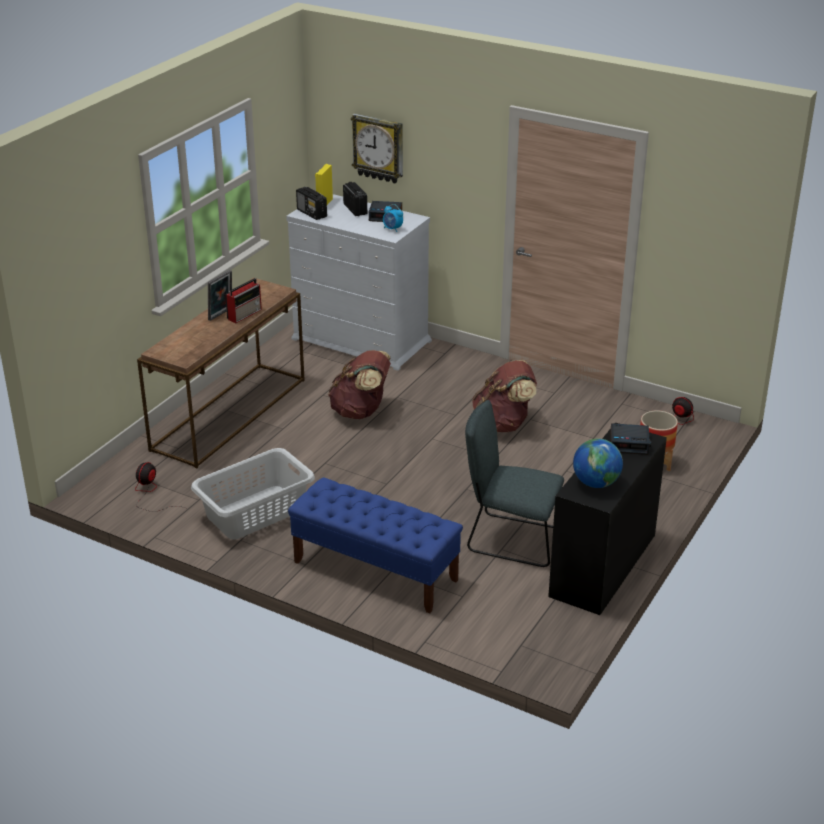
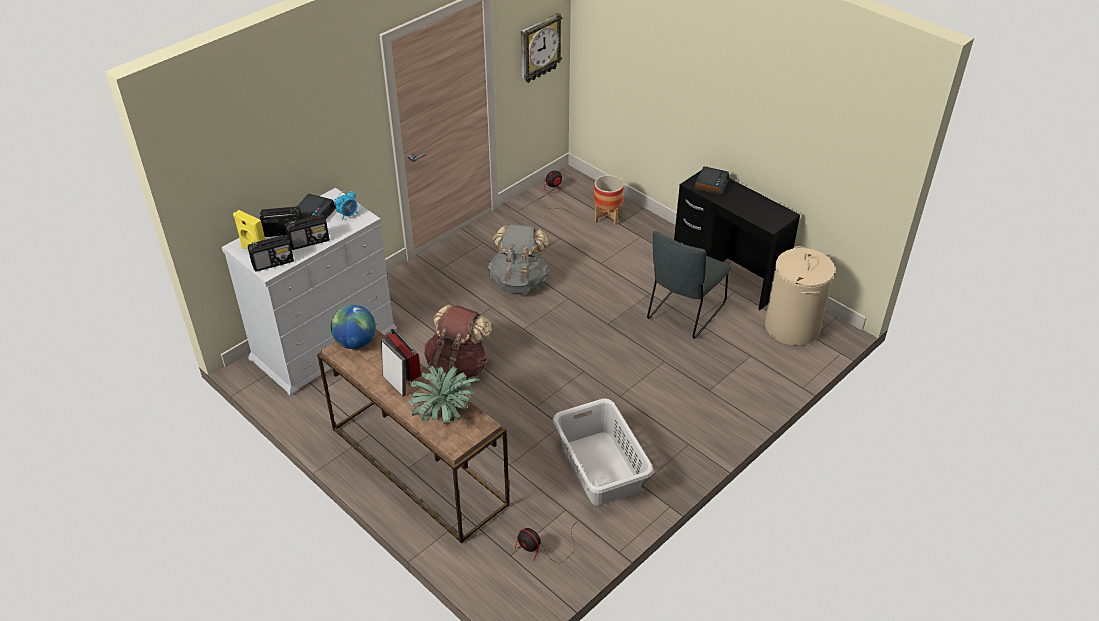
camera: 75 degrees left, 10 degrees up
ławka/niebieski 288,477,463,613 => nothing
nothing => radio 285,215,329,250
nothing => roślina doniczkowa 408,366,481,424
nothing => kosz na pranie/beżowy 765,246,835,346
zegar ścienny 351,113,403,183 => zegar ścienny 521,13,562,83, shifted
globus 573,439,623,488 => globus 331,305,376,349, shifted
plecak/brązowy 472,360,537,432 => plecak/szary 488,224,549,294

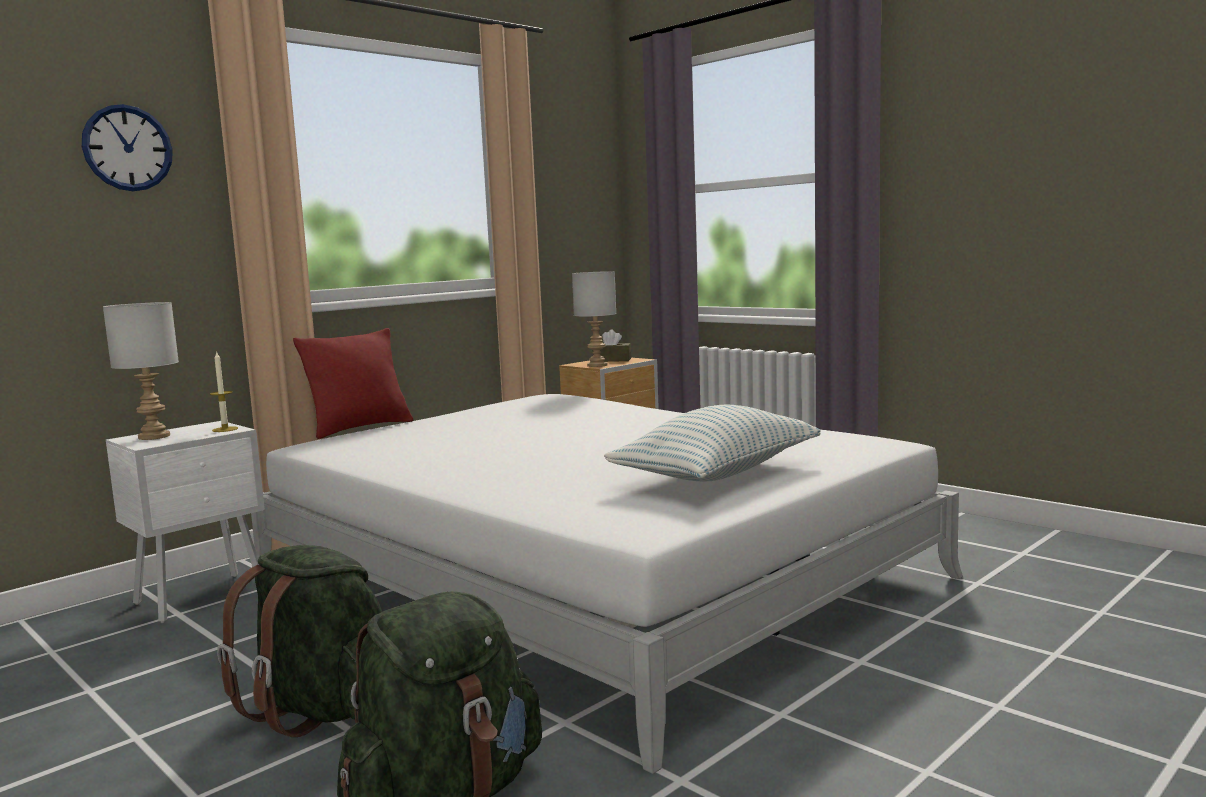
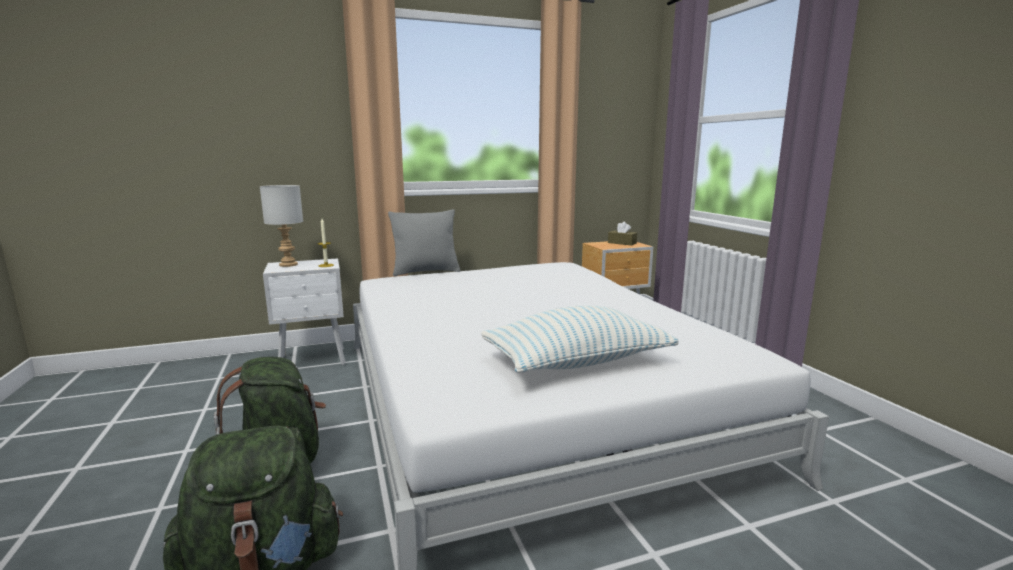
camera: 25 degrees right, 5 degrees up
zegar ścienny 82,104,173,191 => nothing
lampa stołowa/szary 572,271,616,367 => nothing
poduszka/czerwony 293,328,413,439 => poduszka/szary 388,209,460,276

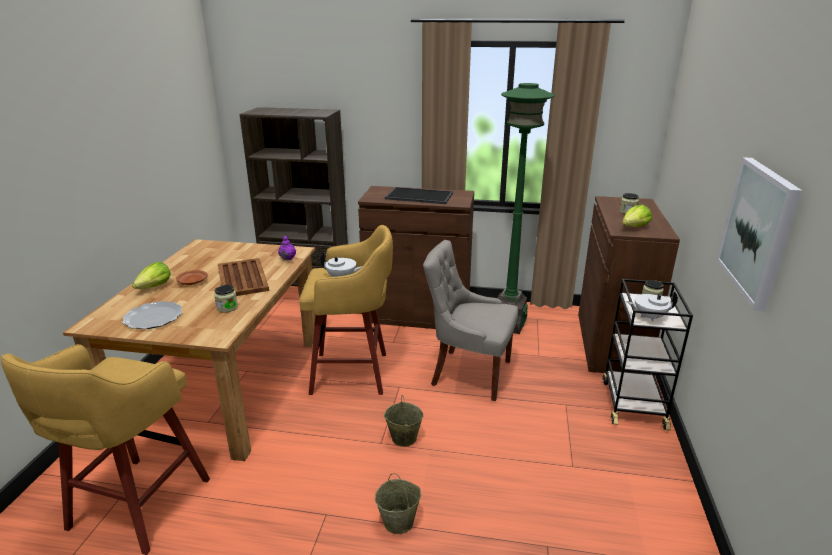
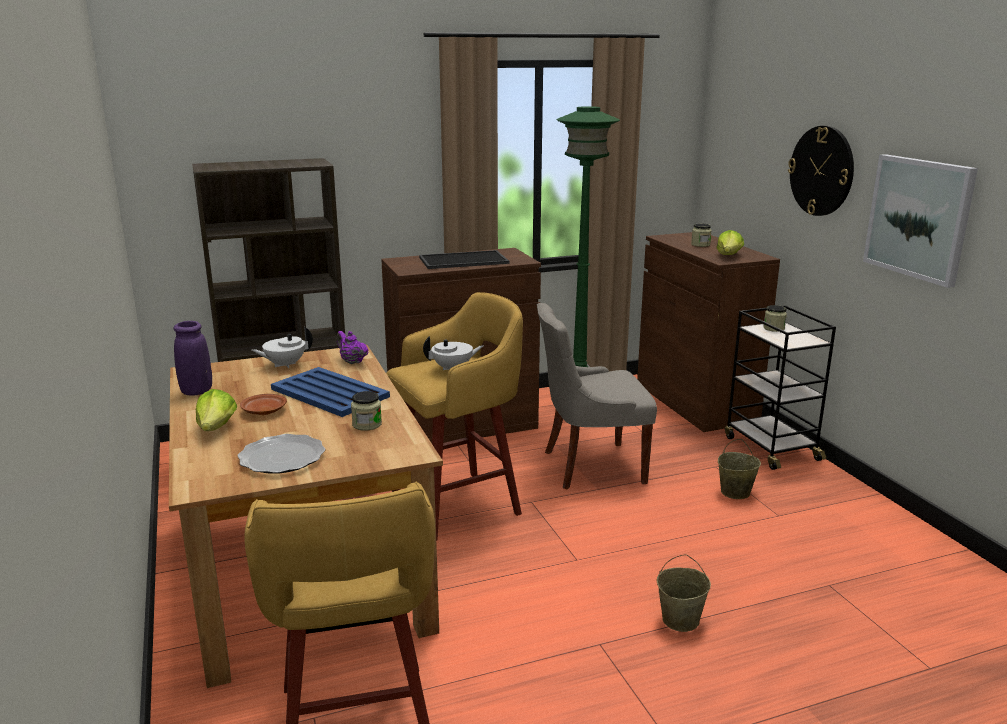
camera: 30 degrees left, 5 degrees down
nothing => wazon/fioletowy 174,321,212,396
nothing => zegar ścienny 788,126,854,216
wiadro/beżowy 384,395,424,447 => wiadro/beżowy 718,439,761,499, shifted
imbryk/biały 626,291,678,321 => imbryk/biały 251,327,313,368, shifted
taca/brązowy 218,258,269,296 => taca/niebieski 271,367,390,417

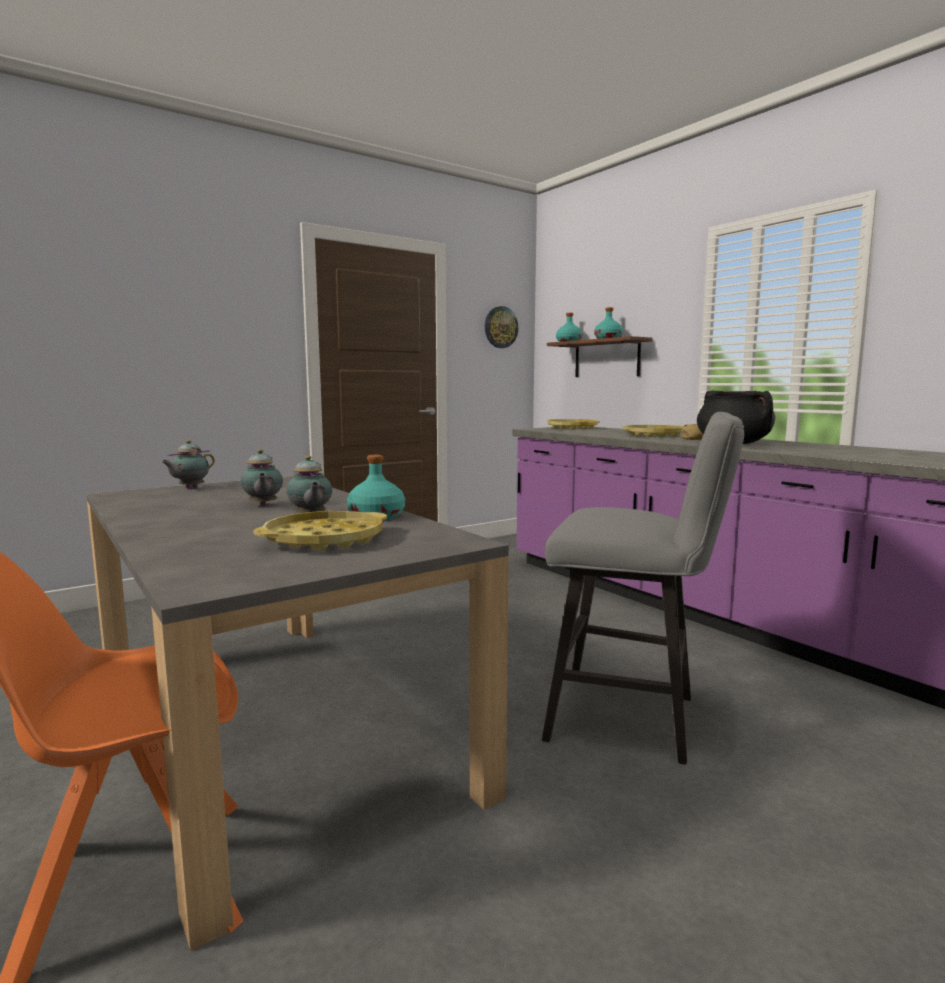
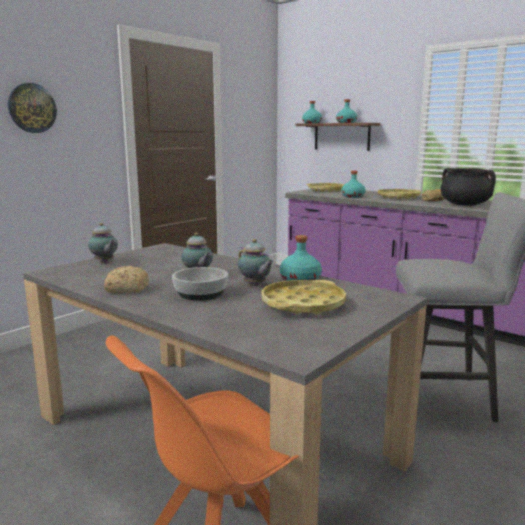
camera: 15 degrees left, 5 degrees up
nothing => chleb 104,266,149,293
nothing => miska 172,267,228,301
nothing => butelka/turkusowy 342,171,366,198
zegar ścienny 485,306,518,348 => zegar ścienny 8,83,57,133, shifted
imbryk 161,440,215,489 => imbryk 88,223,118,262, 60 degrees counterclockwise

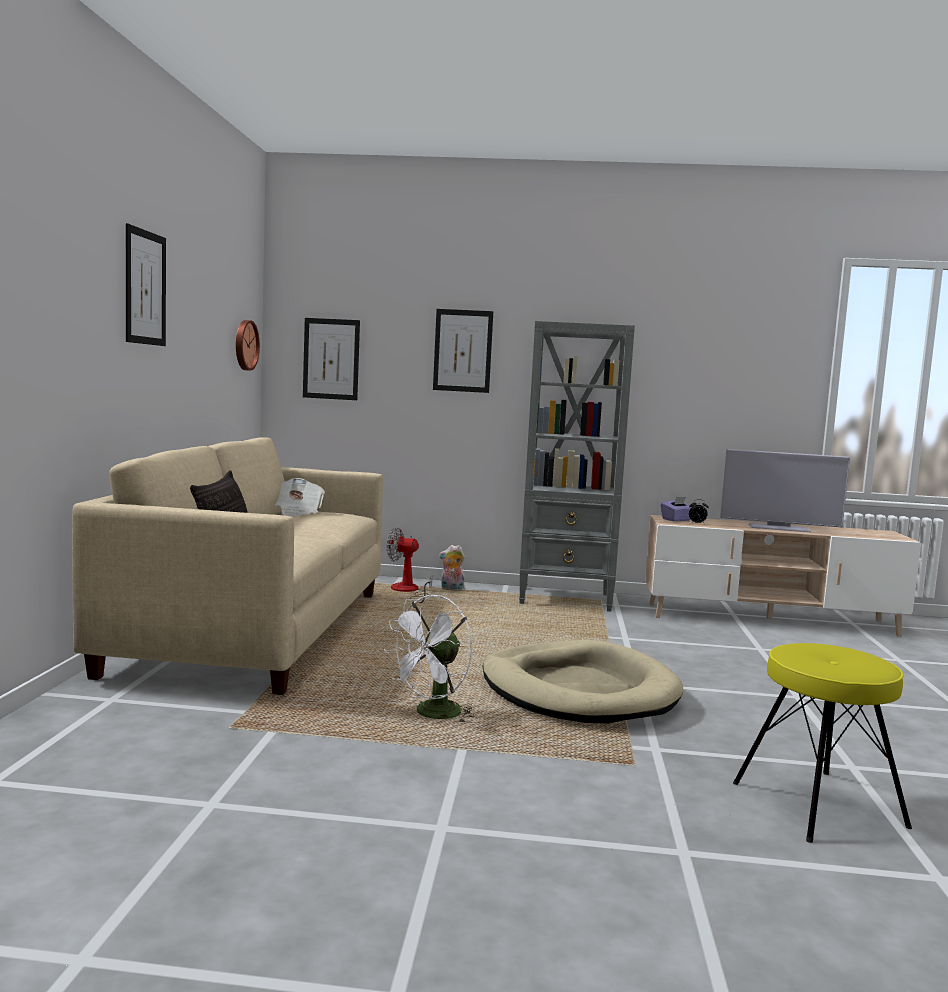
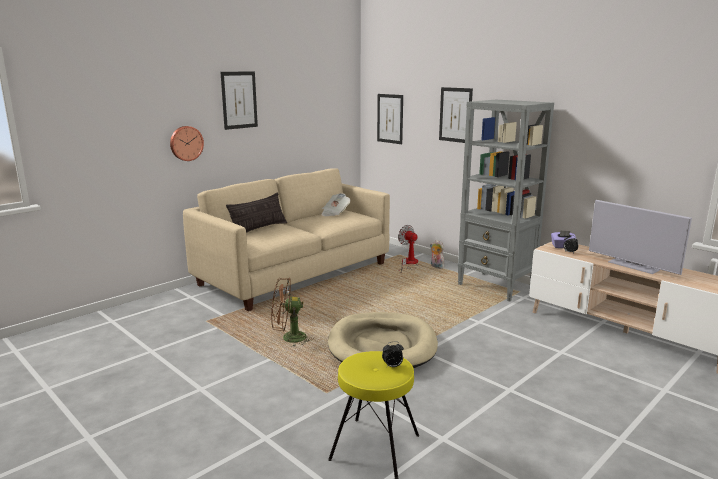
camera: 40 degrees right, 10 degrees up
nothing => budzik 382,341,404,368
zegar ścienny 236,320,260,371 => zegar ścienny 170,126,204,161, shifted
wentylator/biały 384,595,474,723 => wentylator/brązowy 271,278,311,347

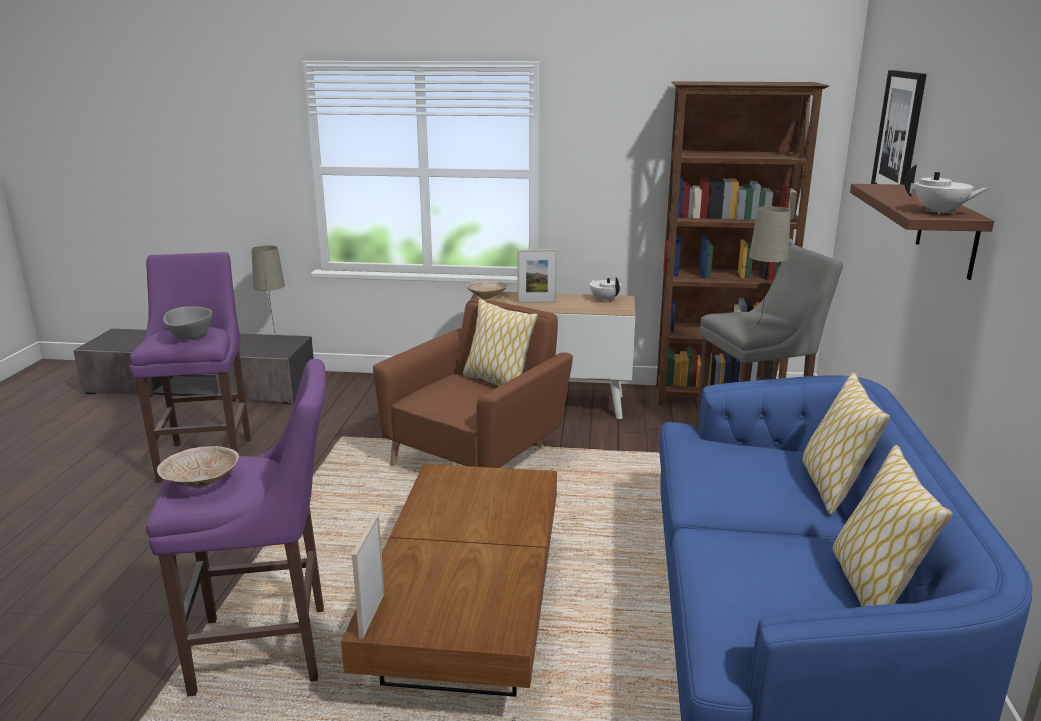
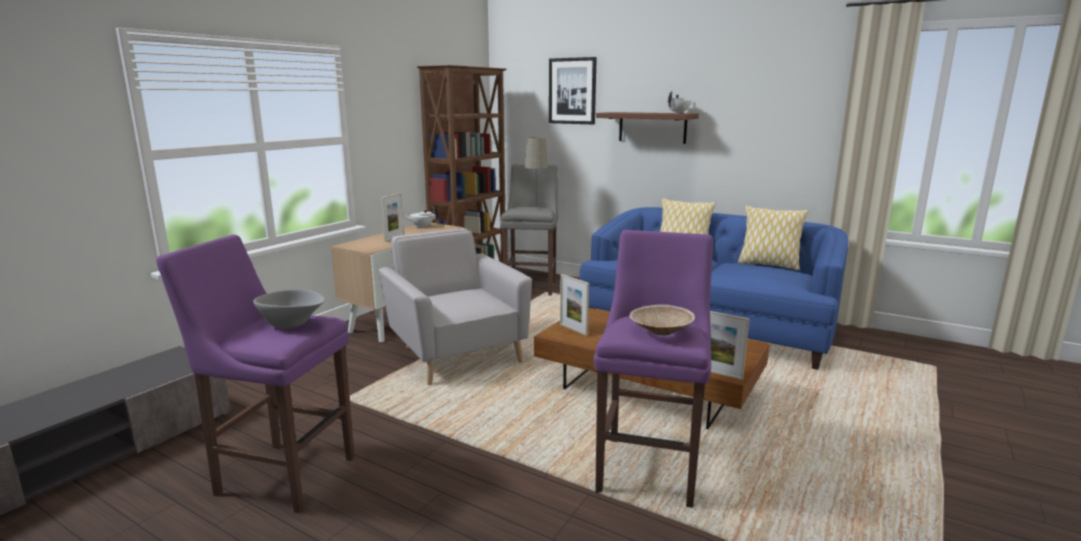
camera: 65 degrees left, 5 degrees down
lampa stołowa/beżowy 251,245,285,336 => nothing
poduszka 463,299,538,386 => nothing
miska/beżowy 465,280,508,299 => nothing
nothing => ramka na zdjęcie 560,274,589,336
fotel/brązowy 373,298,573,468 => fotel/szary 378,228,532,385

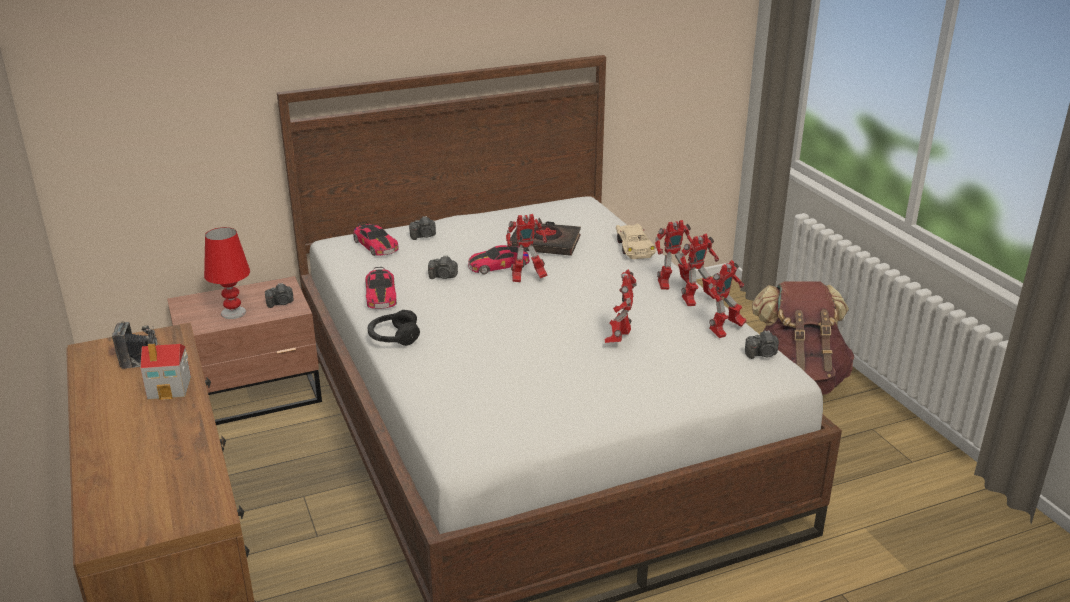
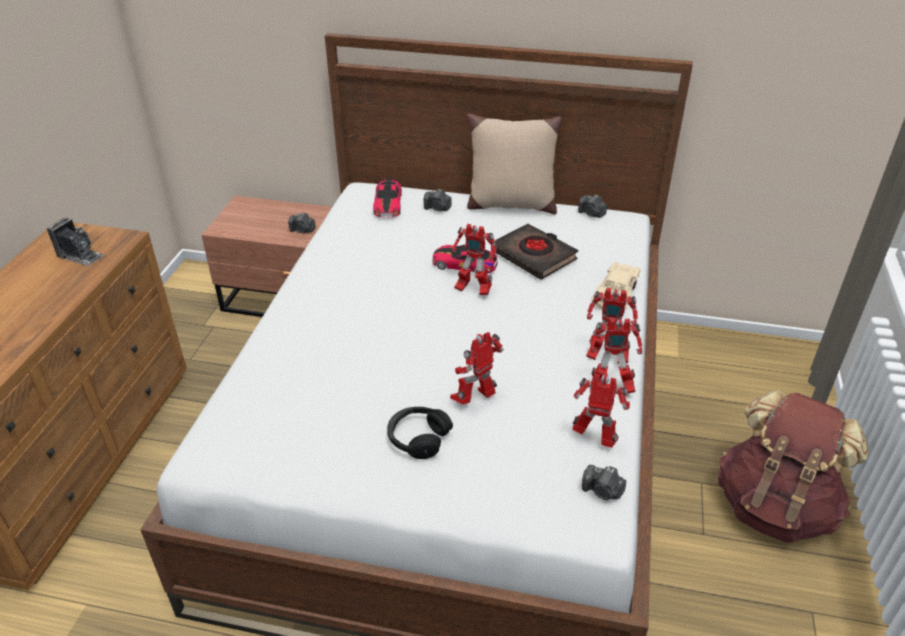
camera: 35 degrees right, 10 degrees up
domek 140,344,191,400 => nothing
lampa stołowa/czerwony 204,227,250,319 => nothing
samochodzik 365,267,397,309 => nothing
nothing => poduszka/beżowy 467,114,562,214
słuchawki/czarny 368,310,420,346 => słuchawki/czarny 387,407,453,459, shifted
aparat fotograficzny 428,255,458,279 => aparat fotograficzny 578,195,607,218, shifted
robot zabawkowy 708,260,747,338 => robot zabawkowy 572,373,630,448, 150 degrees counterclockwise

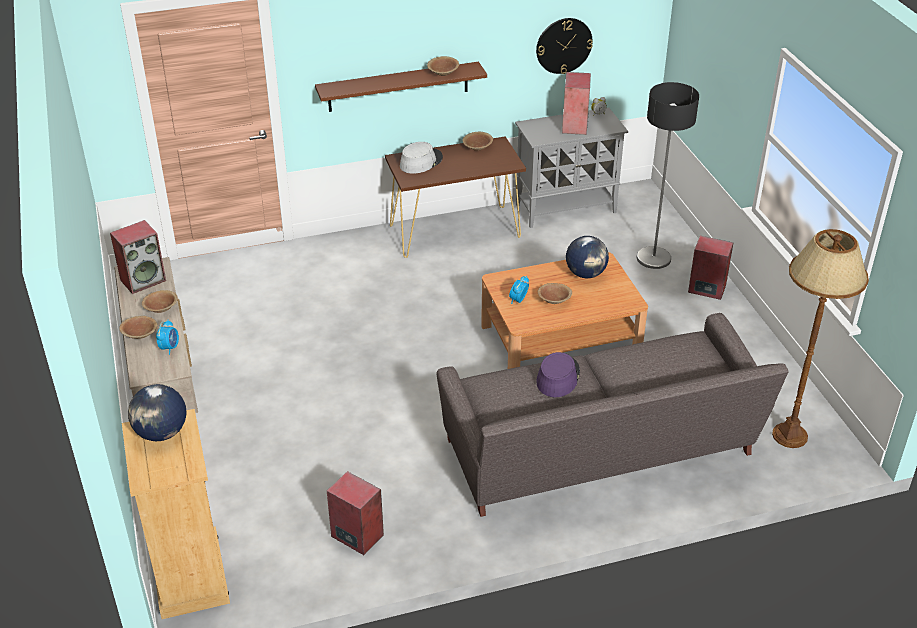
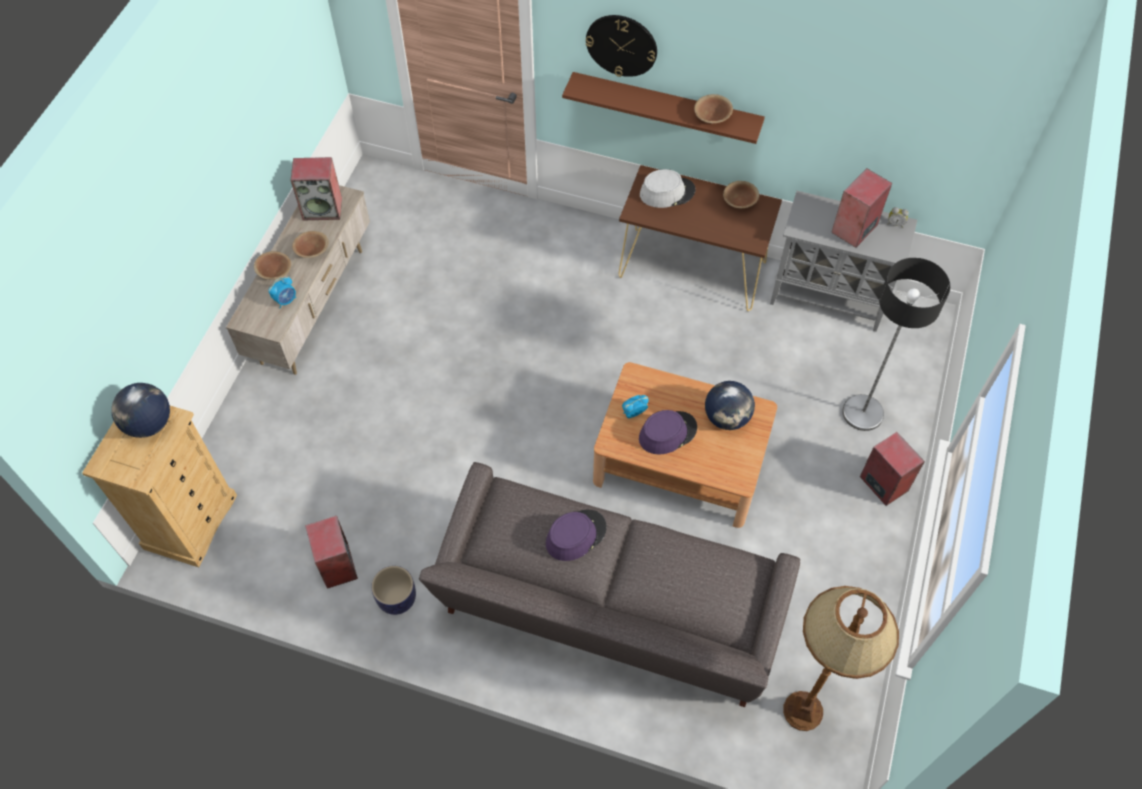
camera: 35 degrees right, 20 degrees up
nothing => donica 371,566,416,615
zegar ścienny 536,18,593,74 => zegar ścienny 586,15,657,77, shifted
miska/brązowy 538,283,572,304 => kapelusz/fioletowy 639,410,697,455

